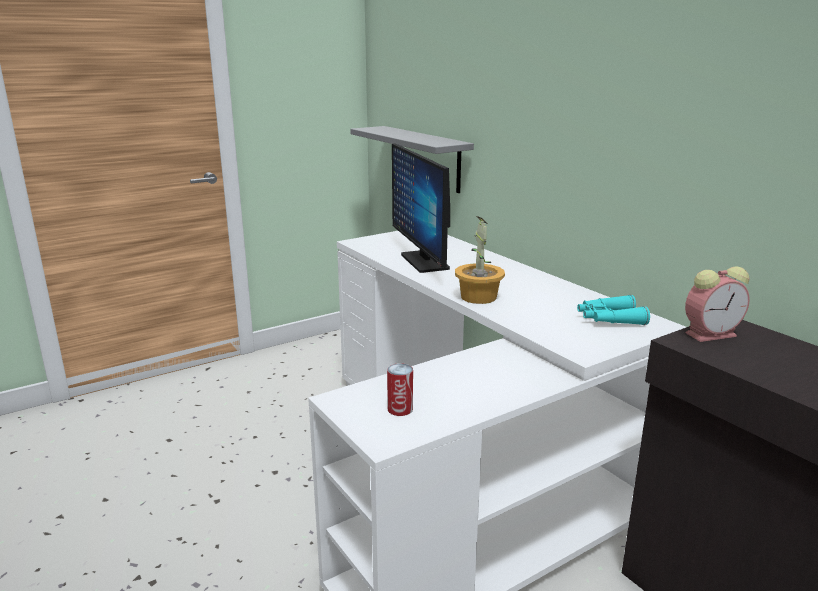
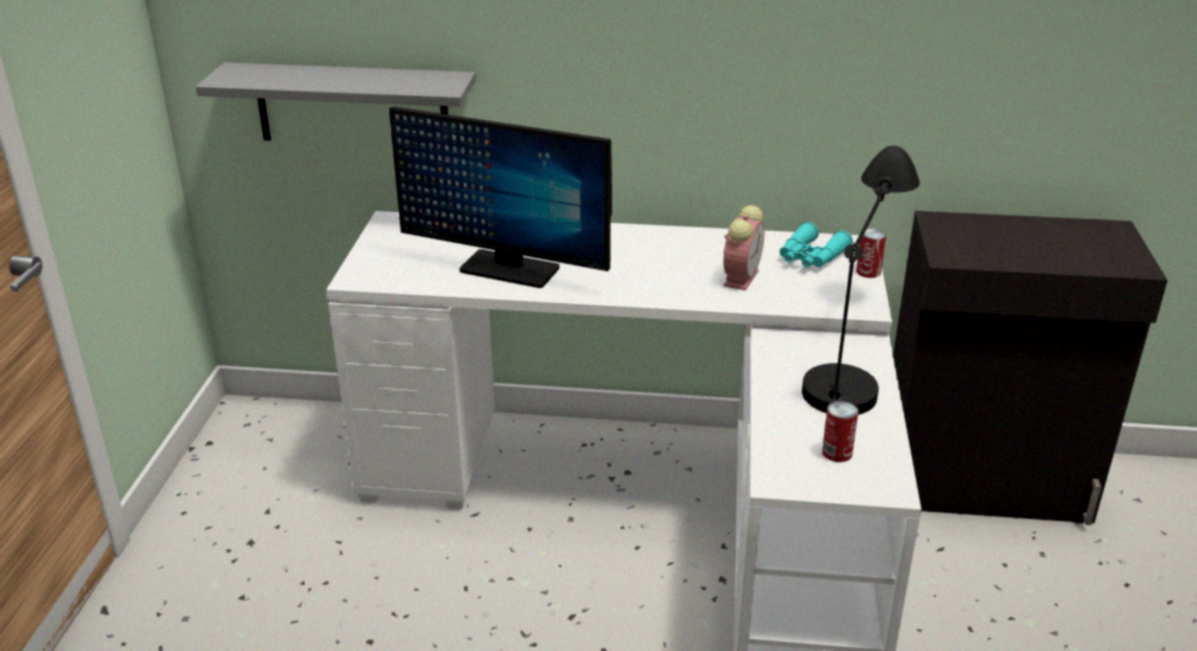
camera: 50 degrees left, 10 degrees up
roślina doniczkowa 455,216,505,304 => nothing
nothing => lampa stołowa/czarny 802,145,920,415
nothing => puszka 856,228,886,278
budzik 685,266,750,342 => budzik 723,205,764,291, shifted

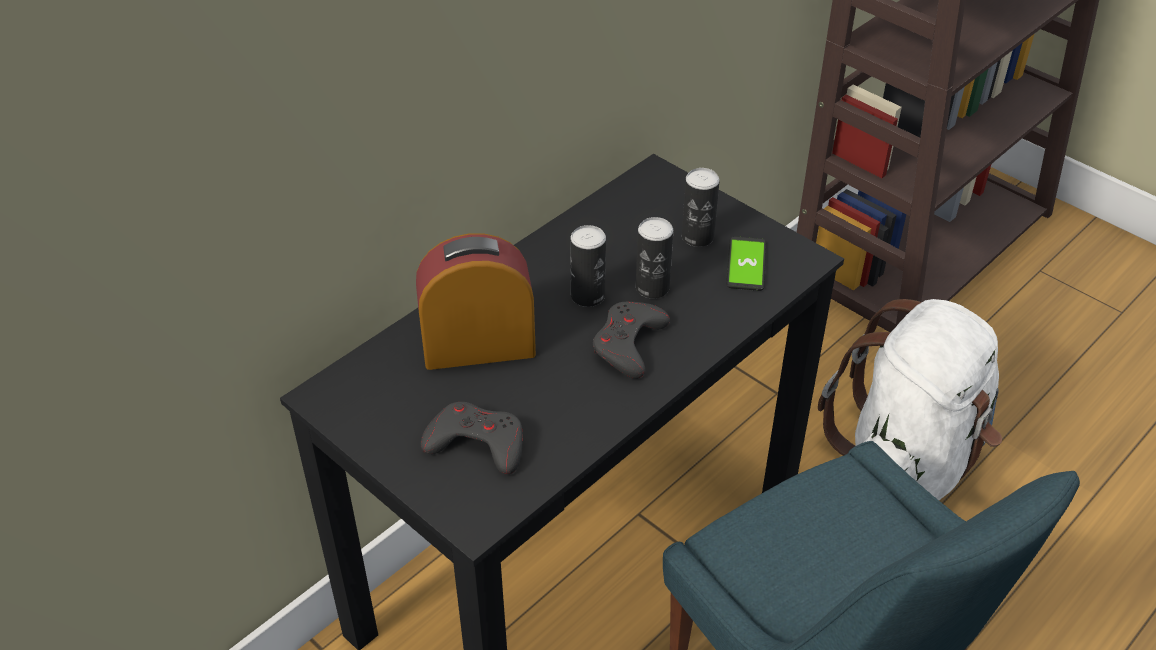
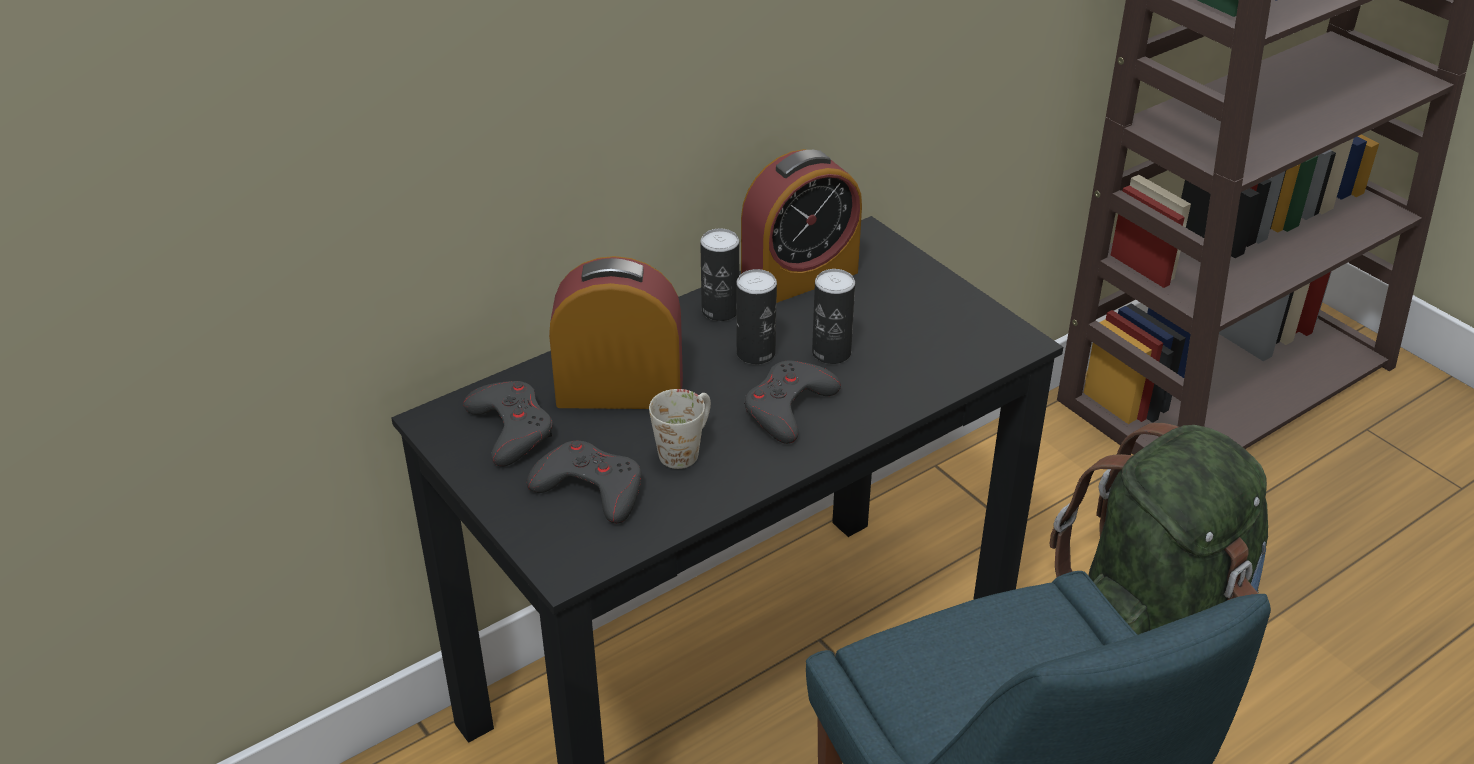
camera: 10 degrees right, 5 degrees down
telefon 726,236,766,291 => nothing
nothing => pad do gier/szary 463,381,553,467
nothing => kubek/biały 649,389,711,469
nothing => budzik 741,149,862,303
puszka 682,168,720,247 => puszka 700,228,739,321, shifted
plecak/biały 818,299,1002,500 => plecak/zielony 1050,423,1268,635

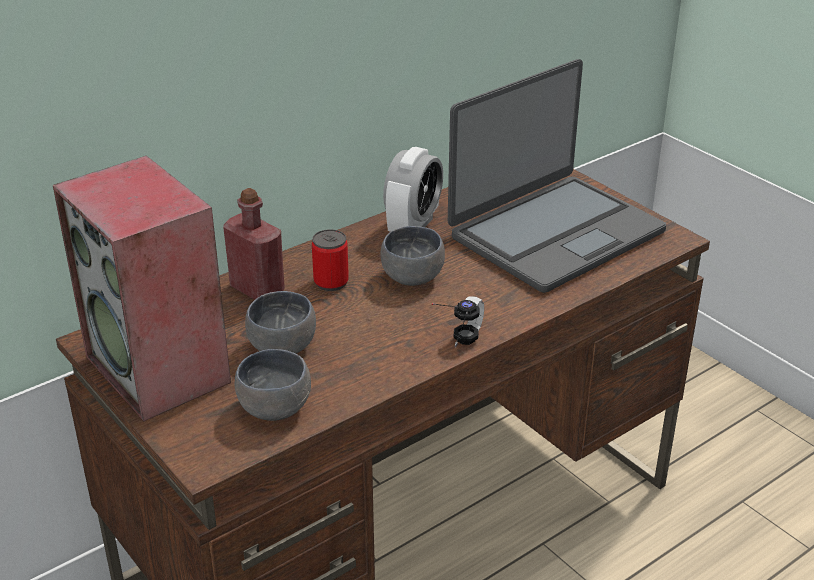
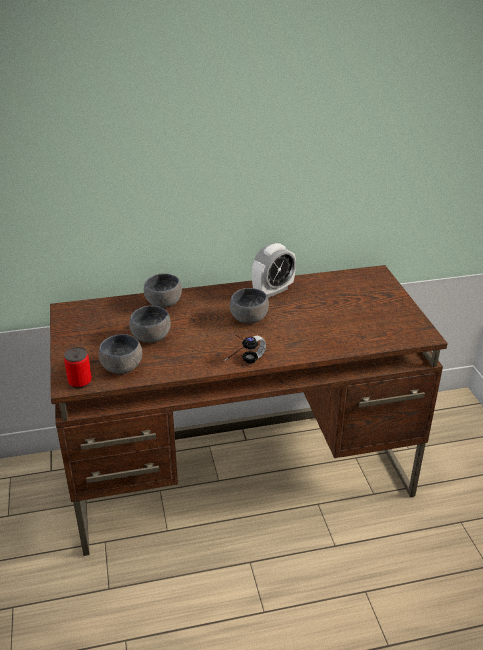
camera: 25 degrees right, 0 degrees up
głośnik 53,156,231,422 => nothing
laptop 448,59,666,293 => nothing
puszka 312,229,349,291 => puszka 64,347,92,389, shifted
butelka/czerwony 223,188,285,300 => miska/szary 144,274,182,308

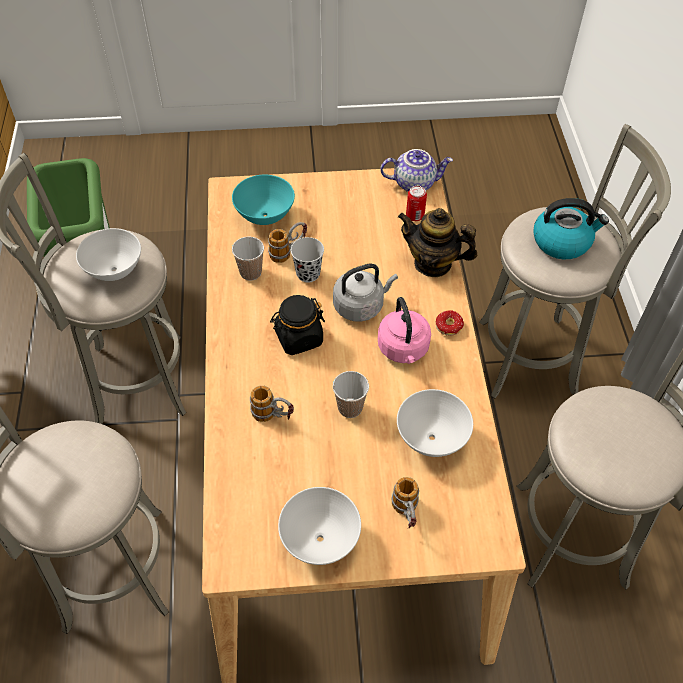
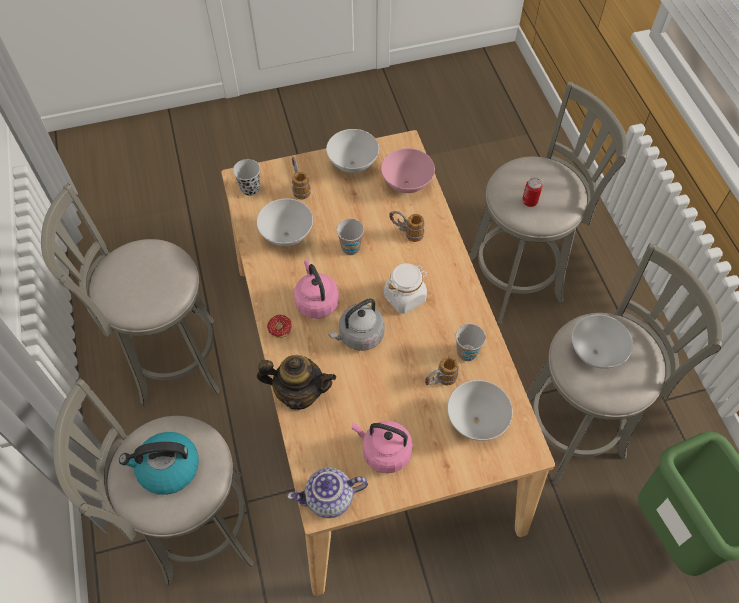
camera: 170 degrees right, 5 degrees up
nothing => czajnik/różowy 352,421,413,473
nothing => miska/różowy 381,148,435,193
filiżanka/czarny 291,237,324,283 => filiżanka/czarny 233,159,260,196, shifted
puszka 406,186,427,221 => puszka 522,178,542,207, shifted
miska/turkusowy 232,174,295,225 => miska/biały 447,380,513,441
słoik/czarny 270,295,325,355 => słoik/biały 384,263,428,314

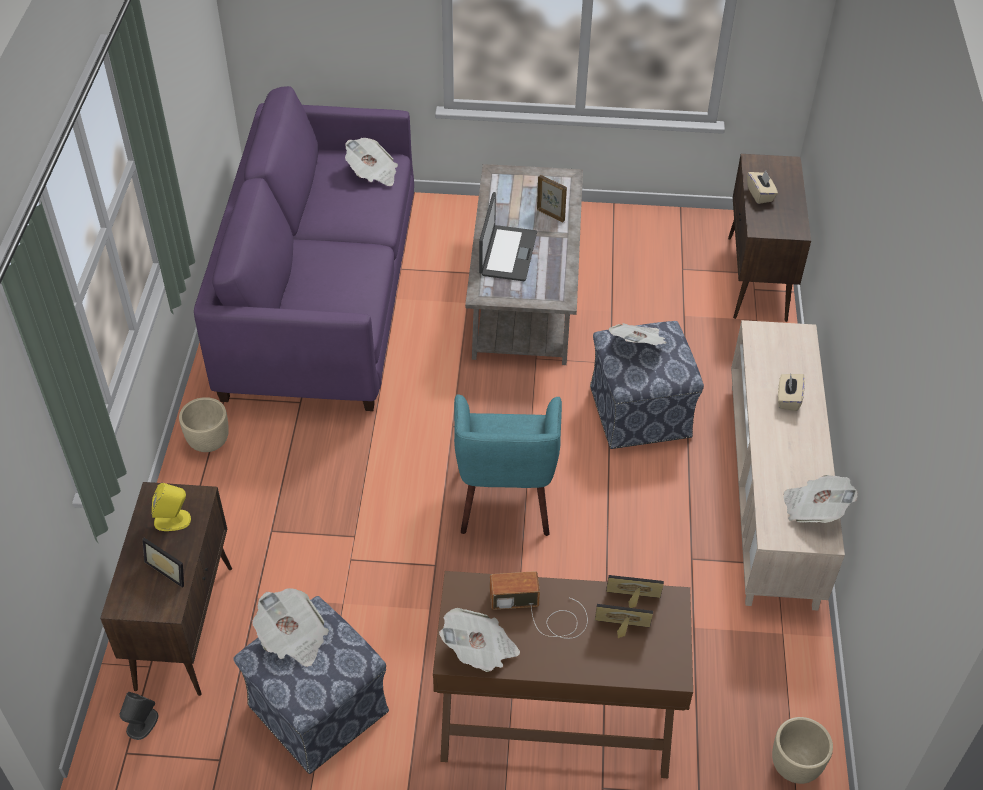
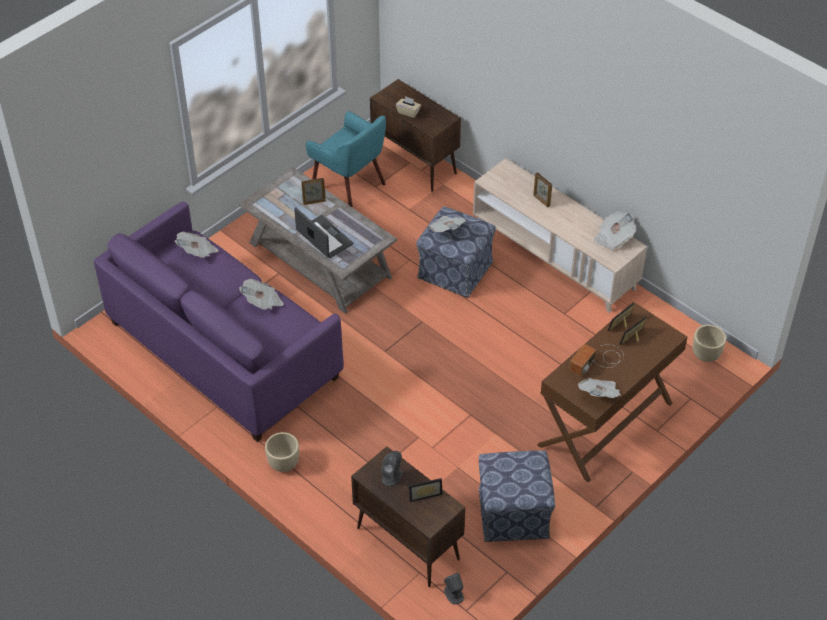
camera: 50 degrees left, 0 degrees up
gazeta 252,588,329,667 => gazeta 239,279,284,310, shifted
fotel/turkusowy 454,394,562,536 => fotel/turkusowy 306,111,386,208, shifted
pudełko chusteczek/beżowy 778,374,805,411 => ramka na zdjęcie 533,172,552,207
głośnik/żółty 152,483,191,531 => głośnik/szary 381,451,403,486

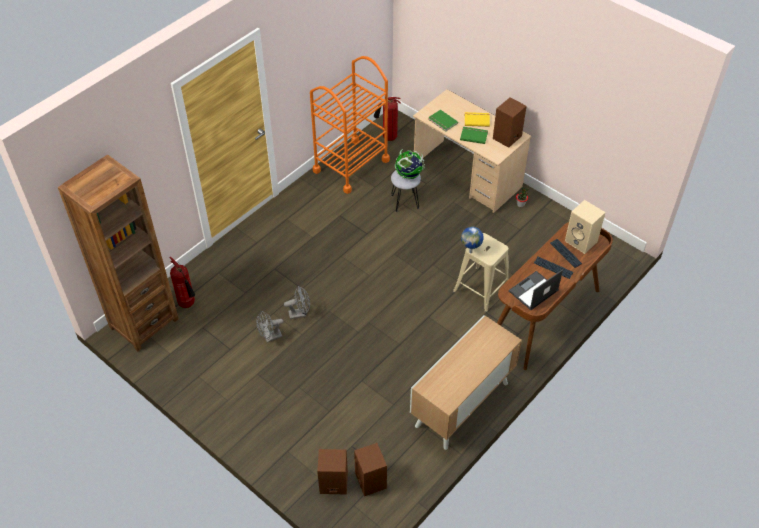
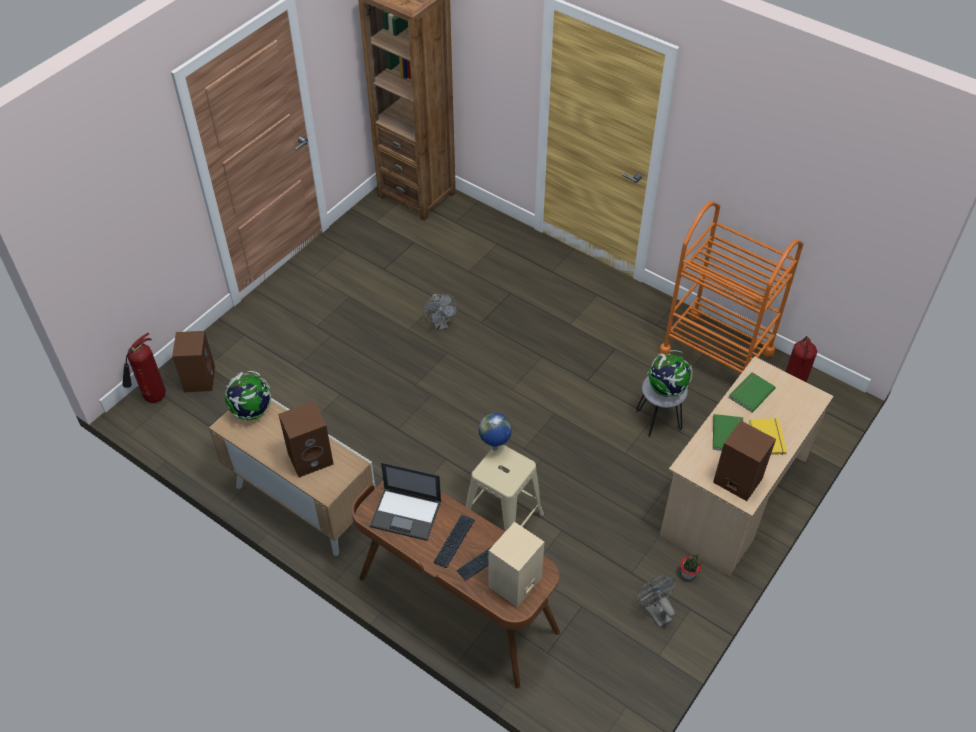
camera: 85 degrees right, 0 degrees up
nothing => globus 225,371,271,421
gaśnica 170,257,195,308 => gaśnica 122,333,166,403, shifted
wentylator/szary 257,311,283,343 => wentylator/szary 637,576,676,628, shifted
głośnik/brązowy 354,443,387,496 => głośnik/brązowy 278,401,334,478, shifted
laptop 508,269,563,310 => laptop 370,462,441,541, 150 degrees clockwise

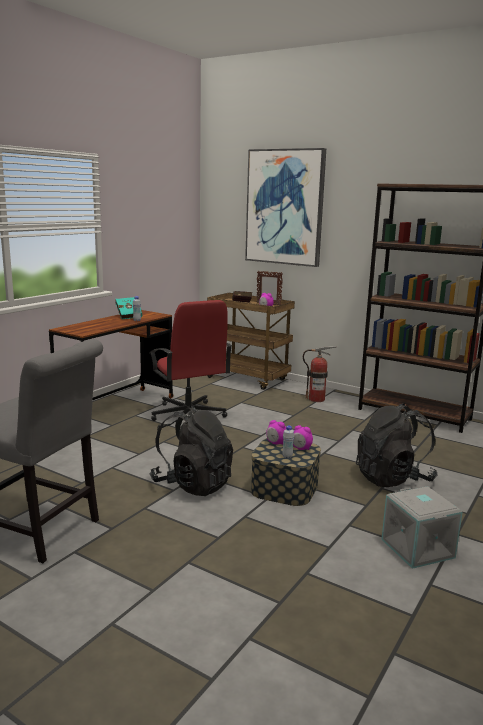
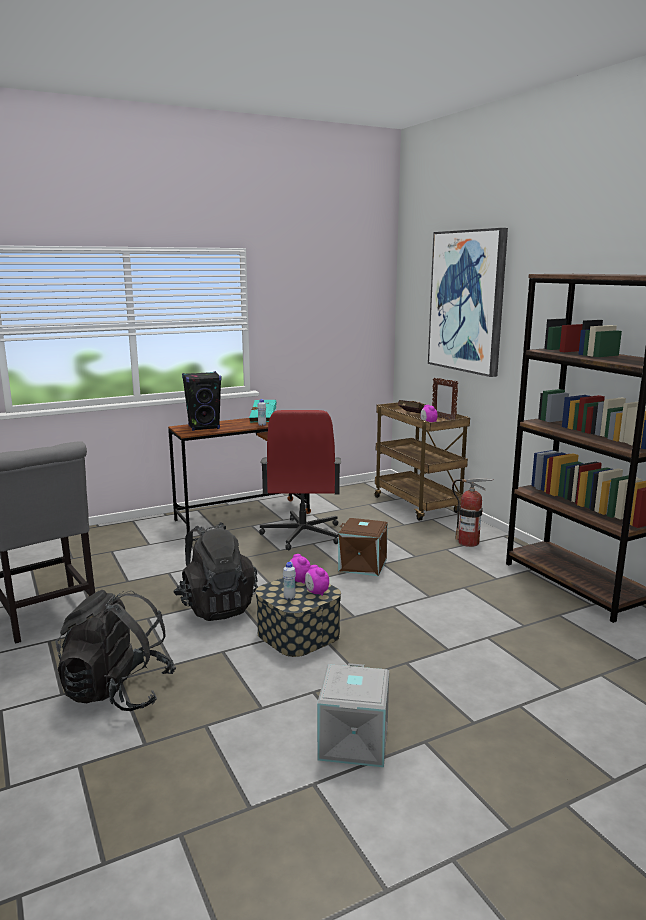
camera: 30 degrees right, 0 degrees up
nothing => głośnik/czarny 182,371,222,431
nothing => pojemnik do przechowywania/brązowy 338,518,388,576
plecak/czarny 356,403,438,487 => plecak/czarny 55,590,176,711, shifted

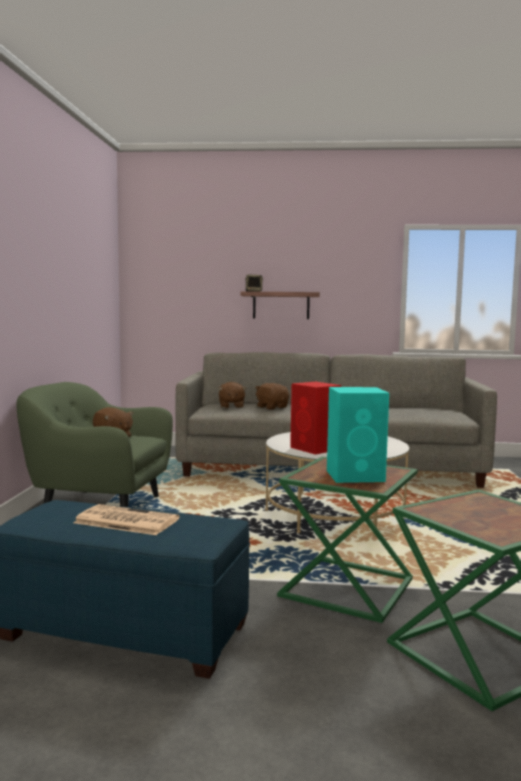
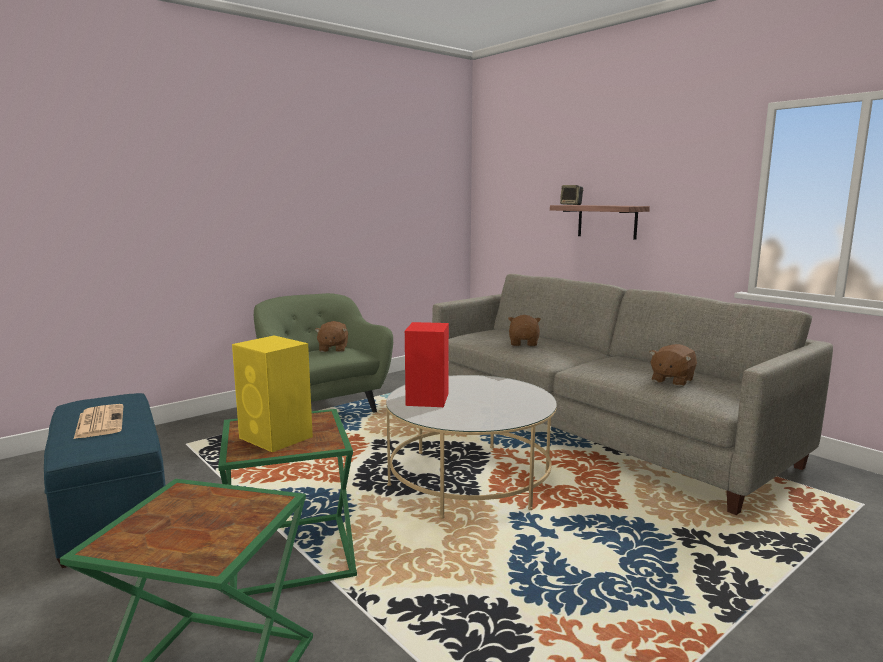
camera: 45 degrees right, 5 degrees up
pluszak/brązowy 218,382,246,408 => pluszak/brązowy 650,344,697,386, shifted
głośnik/turkusowy 327,387,389,483 => głośnik/żółty 232,336,313,452

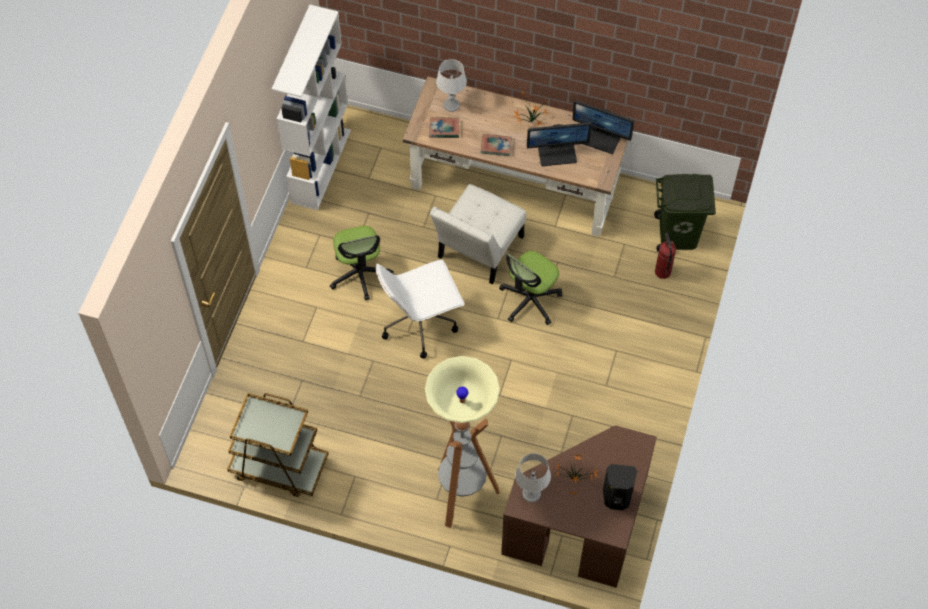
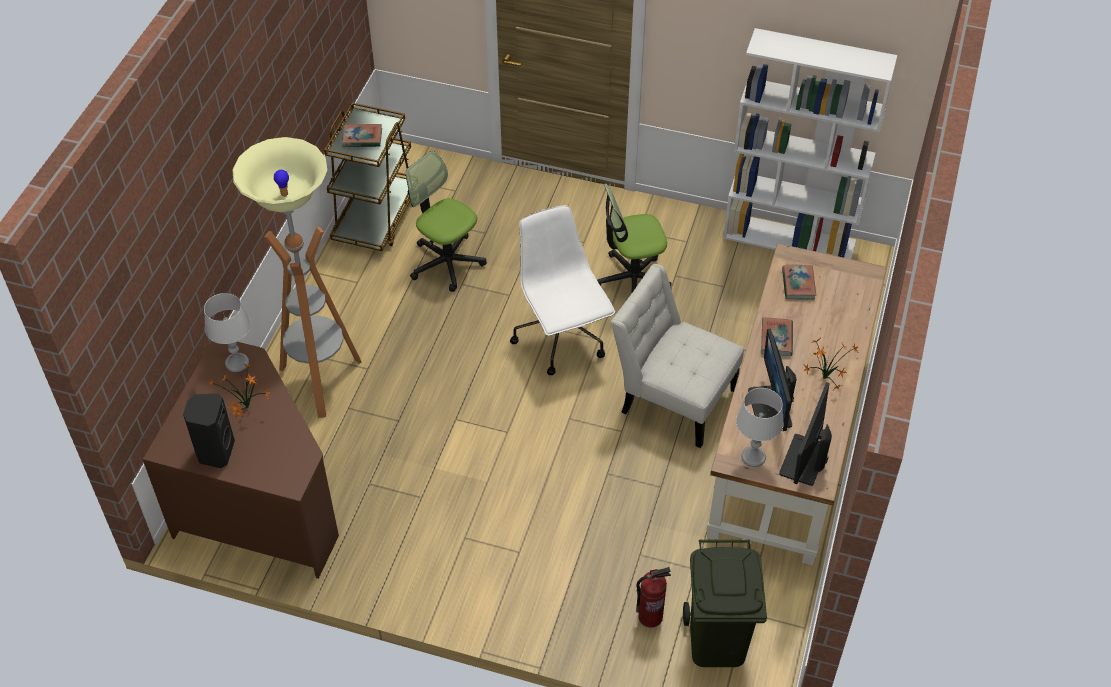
camera: 90 degrees right, 10 degrees down
nothing => książka 342,124,382,147
lampa stołowa/szary 436,59,467,112 => lampa stołowa/szary 736,388,784,467, shifted
krzesło biurowe 499,251,562,325 => krzesło biurowe 406,151,487,292, shifted

